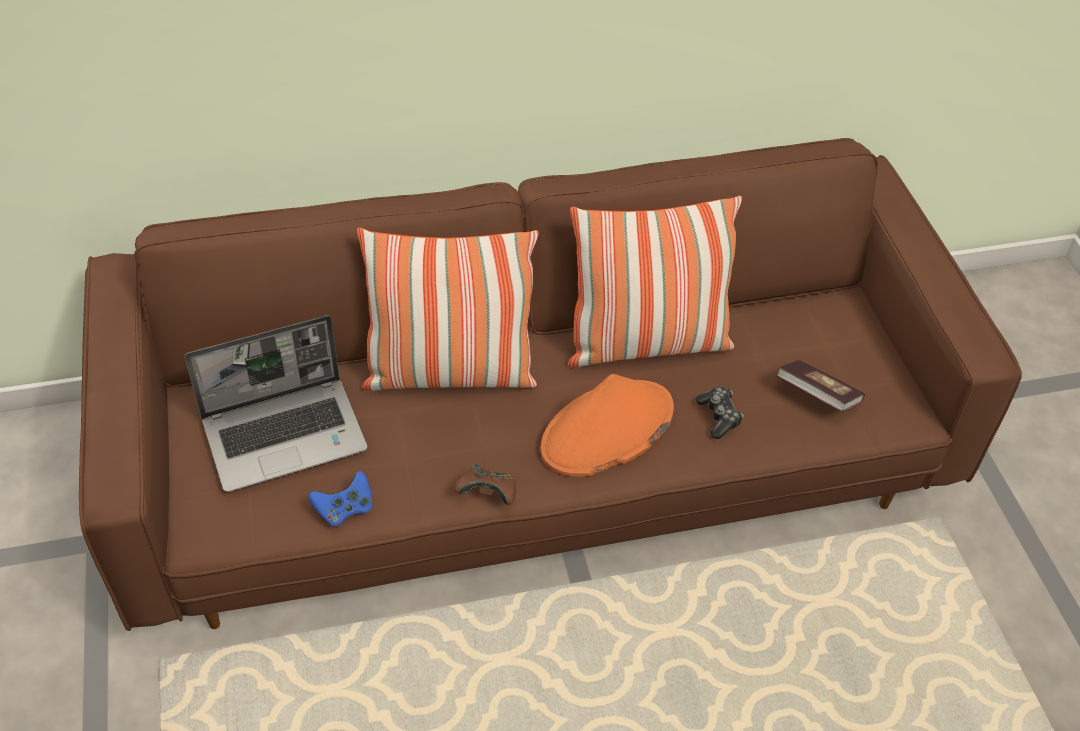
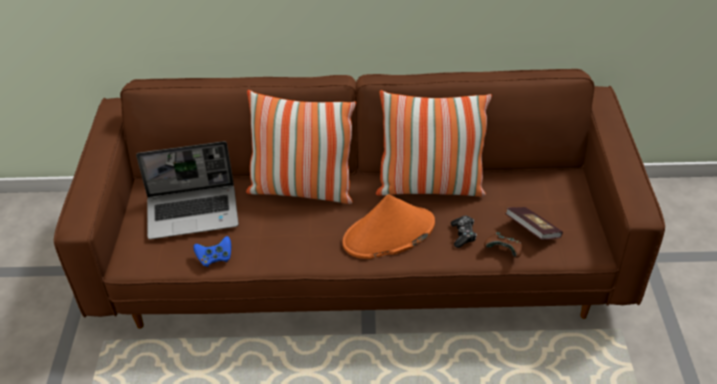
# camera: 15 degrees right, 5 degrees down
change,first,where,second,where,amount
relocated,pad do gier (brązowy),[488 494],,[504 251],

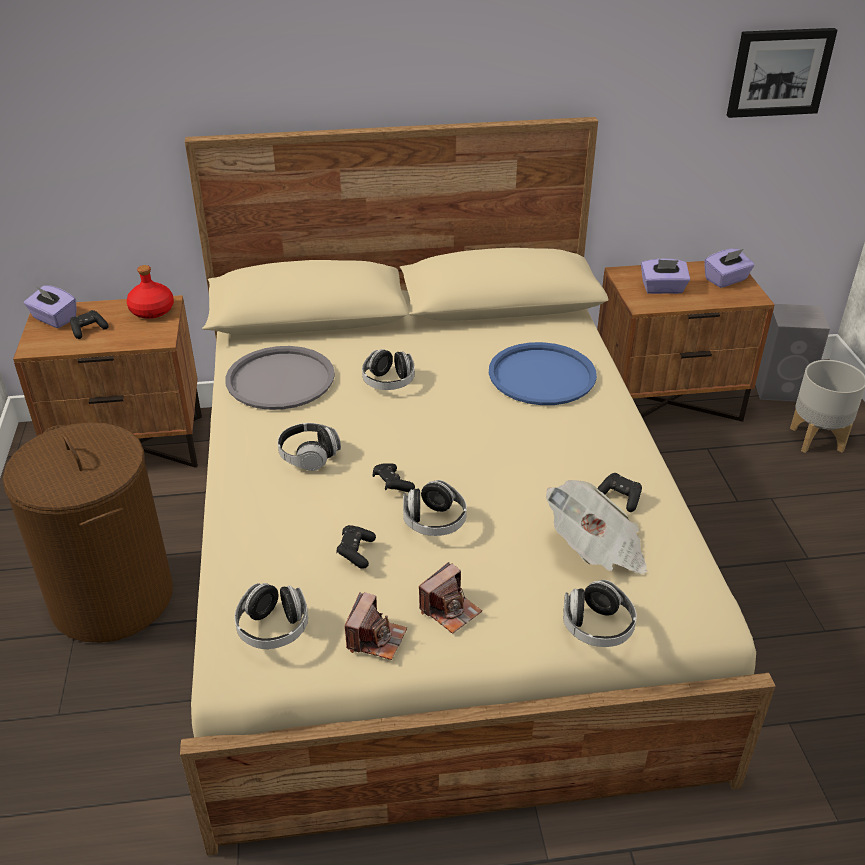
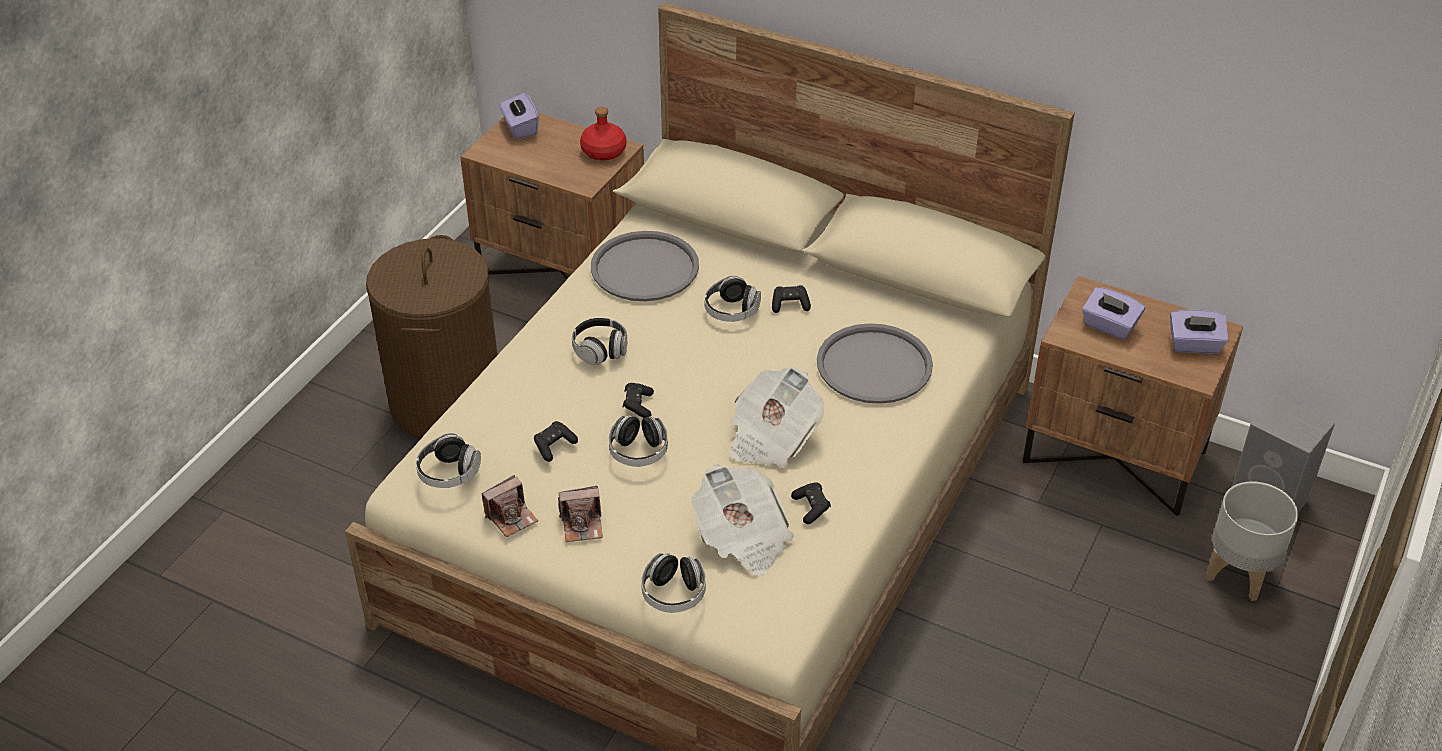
# camera: 35 degrees right, 5 degrees up
change,first,where,second,where,amount
relocated,pad do gier (czarny),[89 330],,[790 305],
colour,taca (niebieski),[542 375],taca (szary),[874 365],
missing,obraz,[779 72],,,
appeared,,,gazeta,[771 437],

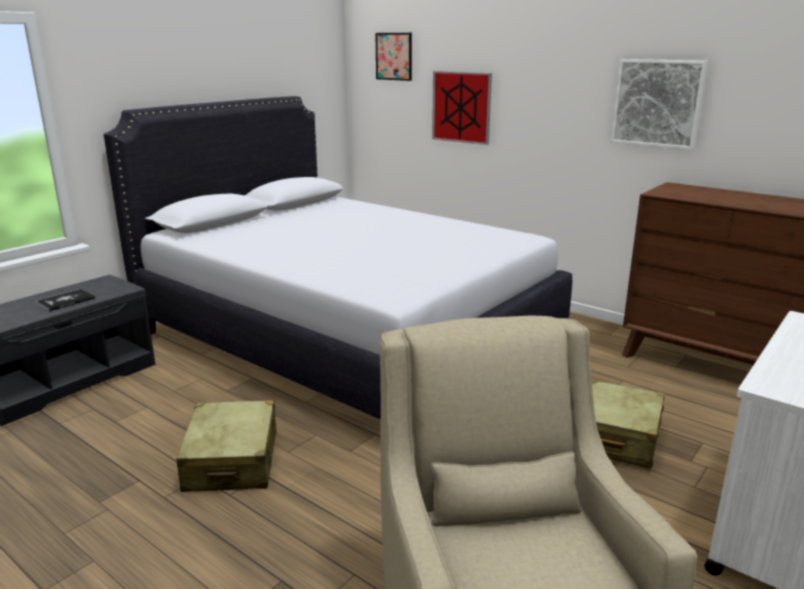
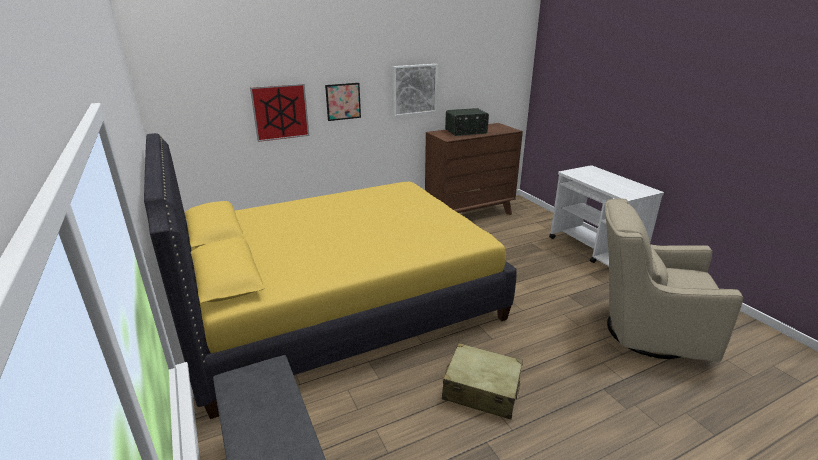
# camera: 65 degrees left, 5 degrees up
change,first,where,second,where,amount
missing,książka,[66 301],,,
colour,łóżko (biały),[346 337],łóżko (żółty),[340 305],
relocated,obraz,[394 56],,[343 101],
missing,walizka (beżowy),[615 438],,,
appeared,,,radio,[466 132],

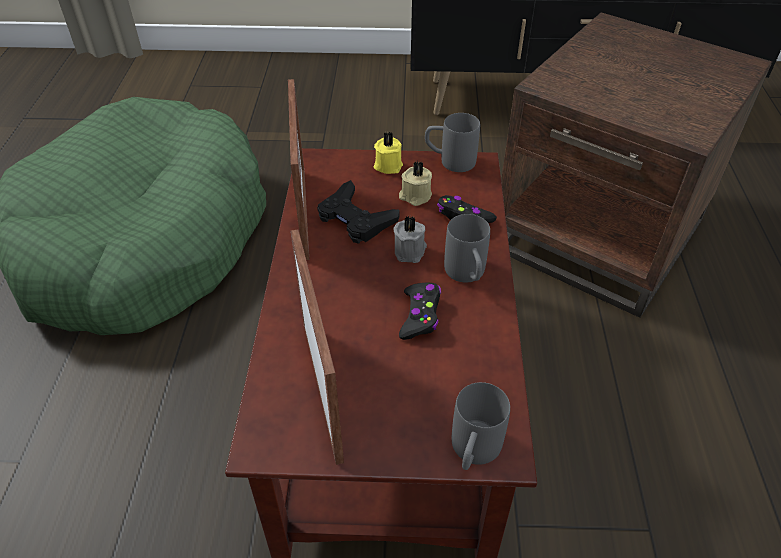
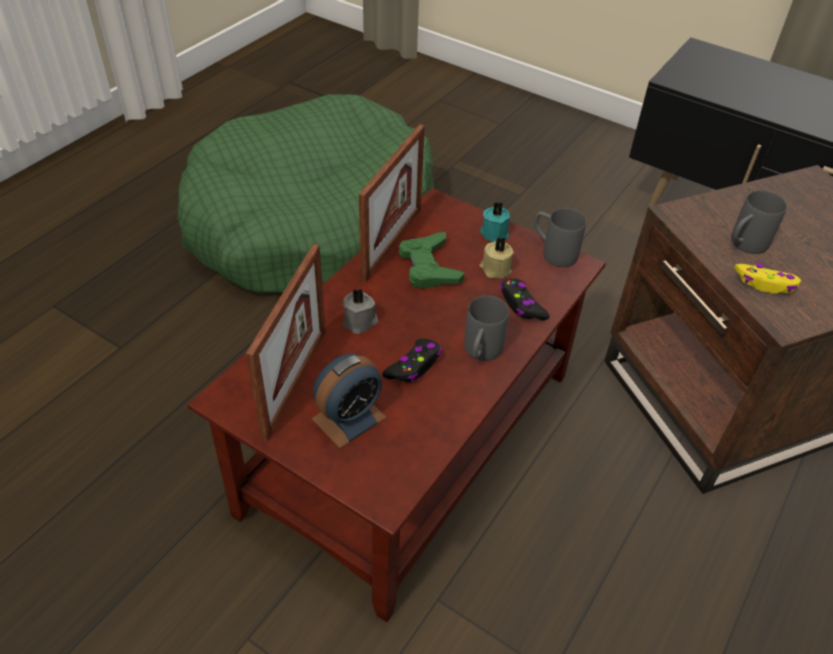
# camera: 30 degrees right, 0 degrees up
change,first,where,second,where,amount
colour,pad do gier (czarny),[355 219],pad do gier (zielony),[429 266],
colour,świeca (żółty),[387 165],świeca (turkusowy),[495 233],
relocated,świeca (szary),[411 251],,[360 322],
relocated,kubek (szary),[473 453],,[743 245],
appeared,,,budzik,[349 418],
appeared,,,pad do gier (żółty),[765 284],

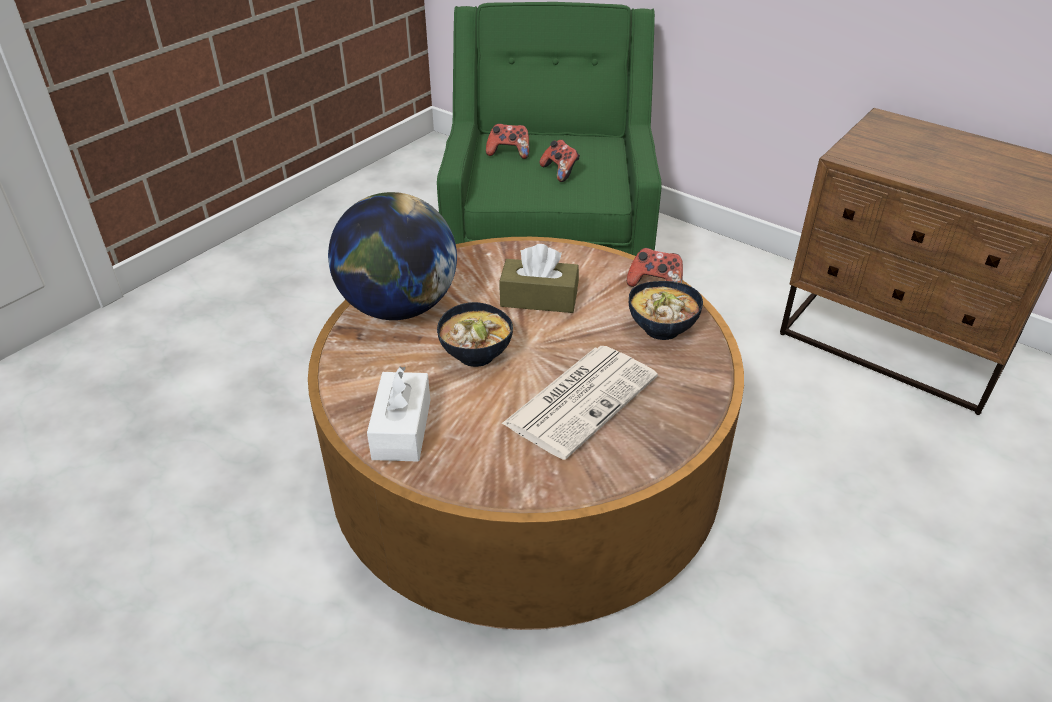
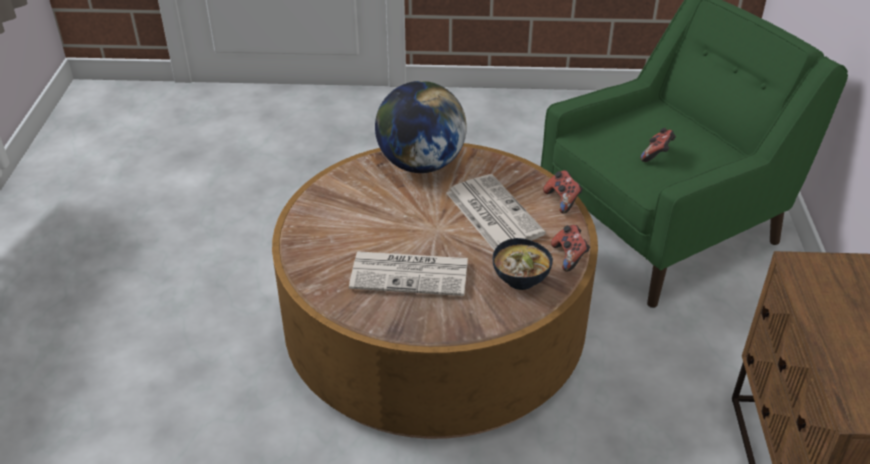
# camera: 55 degrees right, 0 degrees up
change,first,where,second,where,amount
missing,pudełko chusteczek (biały),[402 429],,,
missing,miska,[475 356],,,
relocated,pad do gier,[509 153],,[562 200],
exchanged,pudełko chusteczek (brązowy),[539 298],gazeta,[492 213],

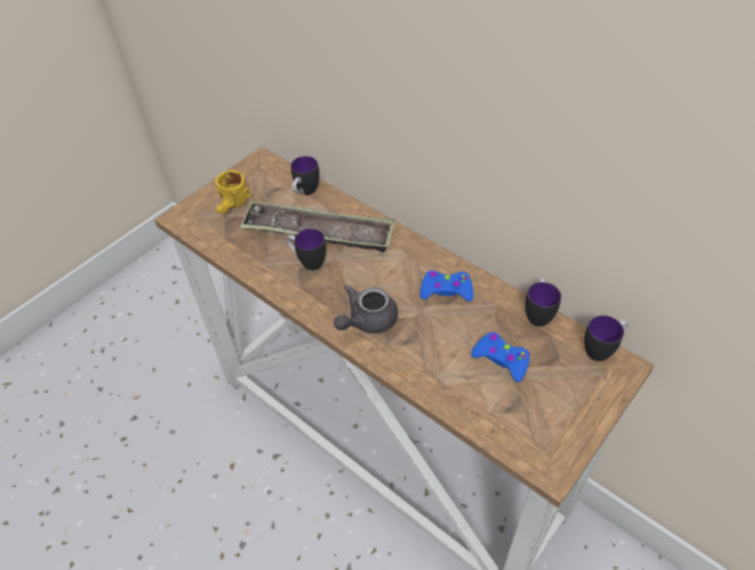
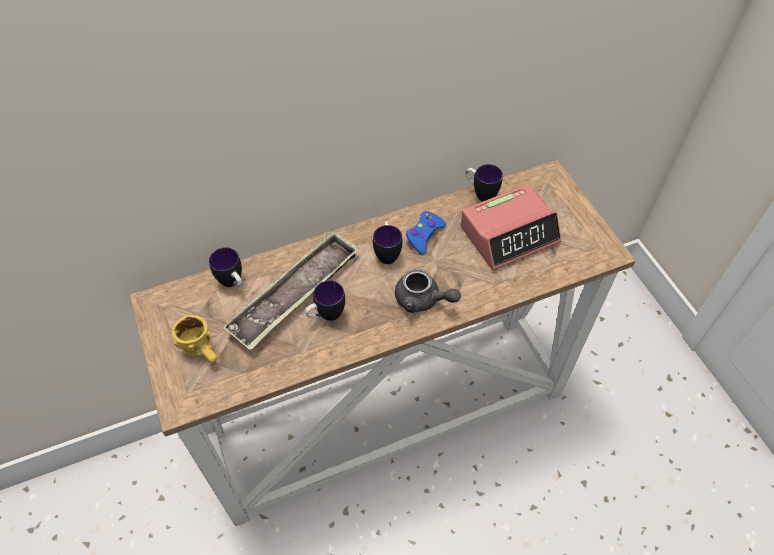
# camera: 65 degrees left, 5 degrees up
change,first,where,second,where,amount
spun,imbryk (szary),[367 321],,[422 300],45 degrees counterclockwise
exchanged,pad do gier (niebieski),[501 359],budzik,[509 234],
relocated,kubek,[602 349],,[387 252],

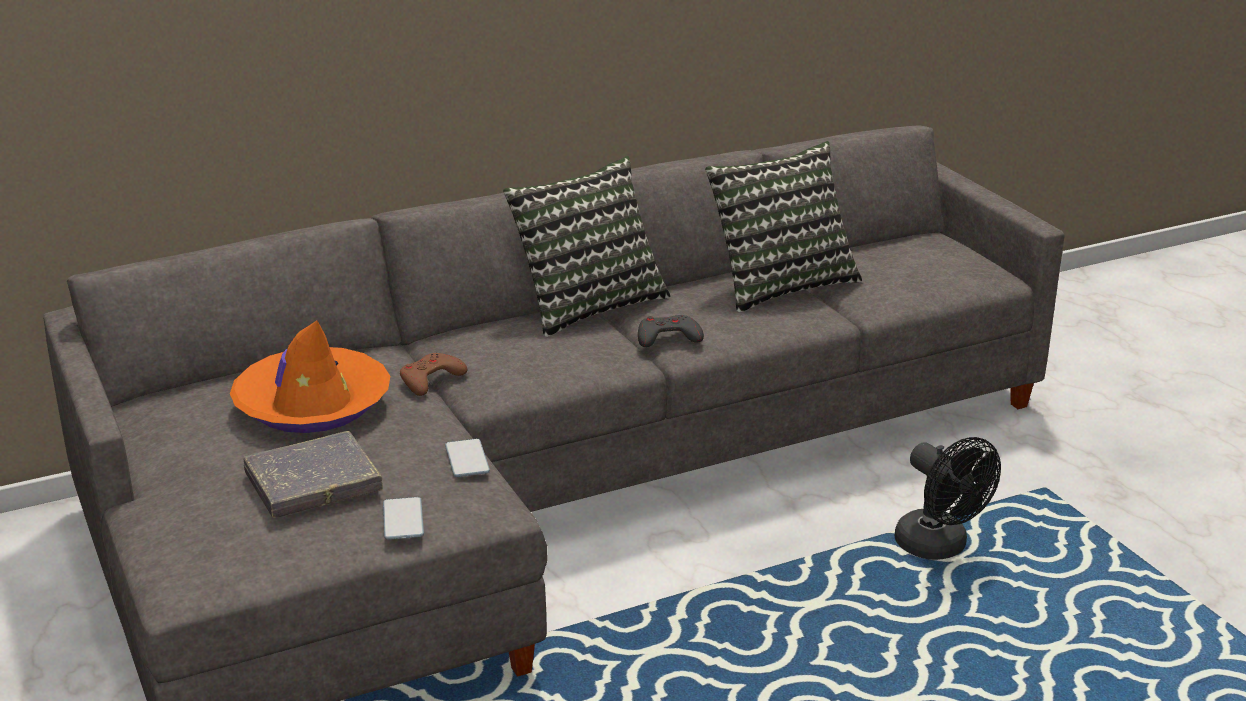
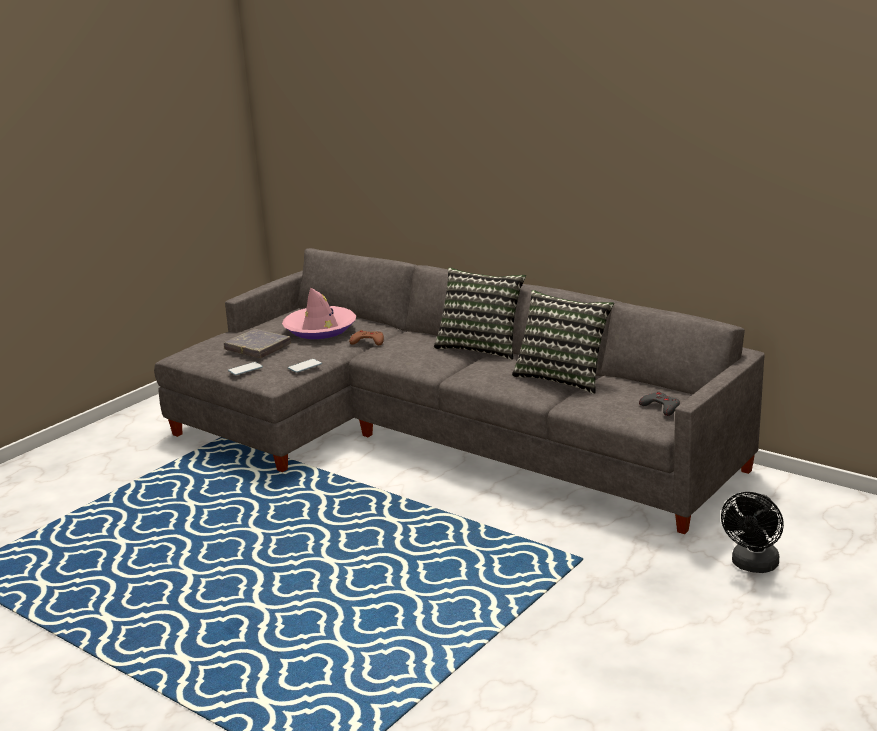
# camera: 65 degrees right, 5 degrees down
change,first,where,second,where,amount
colour,kapelusz (pomarańczowy),[312 404],kapelusz (różowy),[320 329],
relocated,pad do gier (szary),[668 337],,[661 407],
relocated,wentylator (czarny),[939 548],,[753 566],

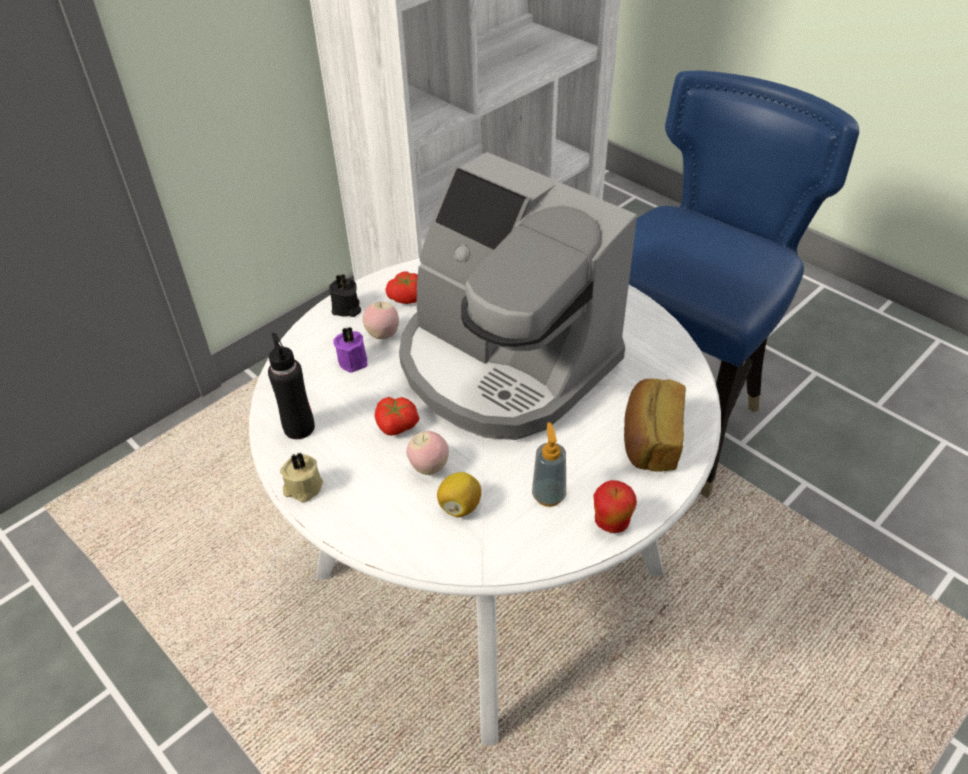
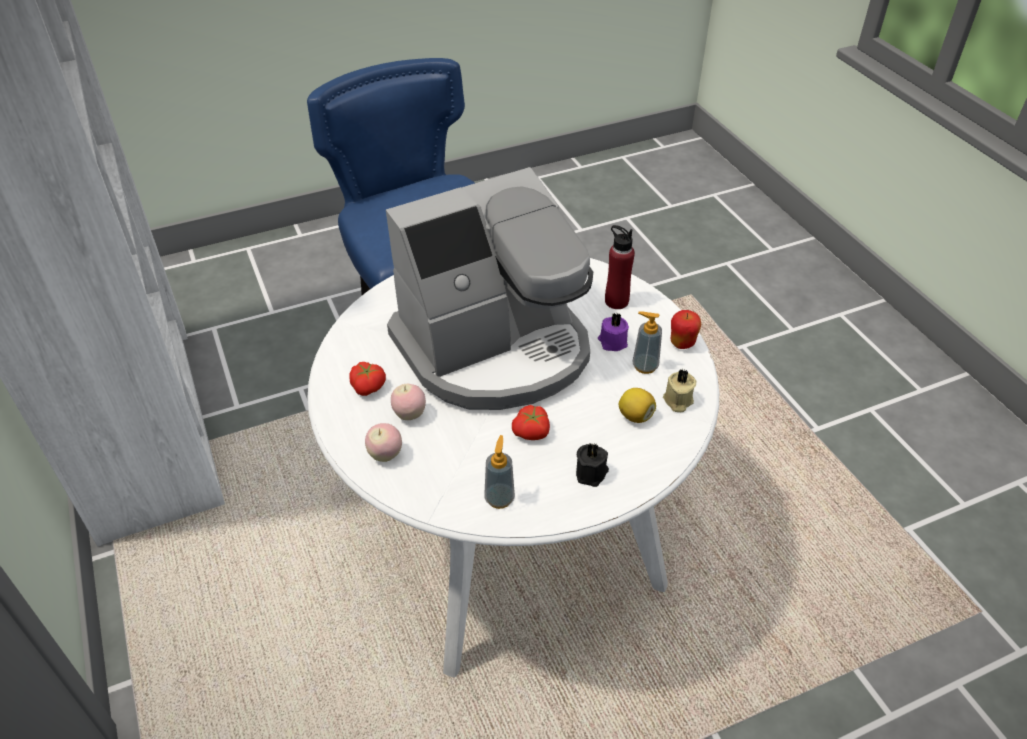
# camera: 70 degrees left, 0 degrees up
change,first,where,second,where,amount
exchanged,butelka (czarny),[299 427],dozownik mydła,[499 498],
relocated,świeca (beżowy),[303 488],,[677 401],
relocated,świeca (czarny),[346 309],,[592 473],
relocated,świeca (fioletowy),[354 360],,[612 342],
relocated,jabłko,[429 467],,[385 455],
exchanged,chleb,[650 440],butelka (czerwony),[616 301],

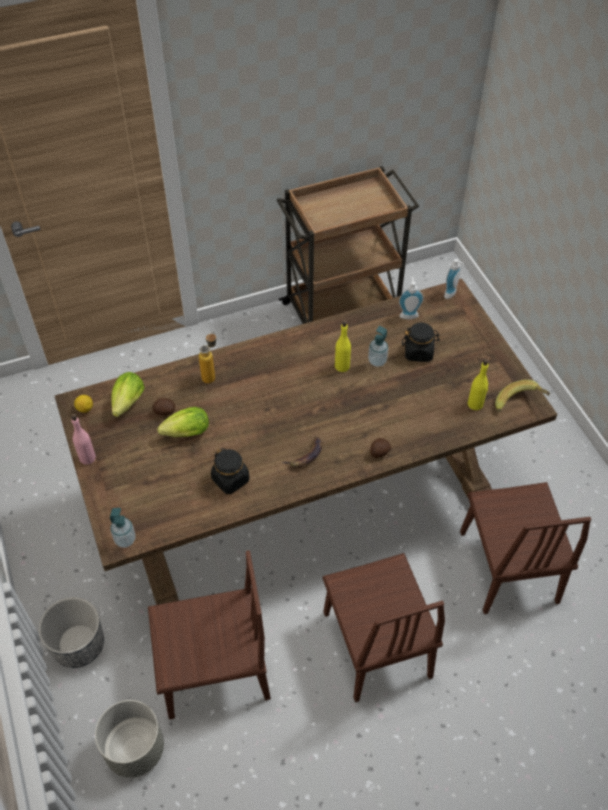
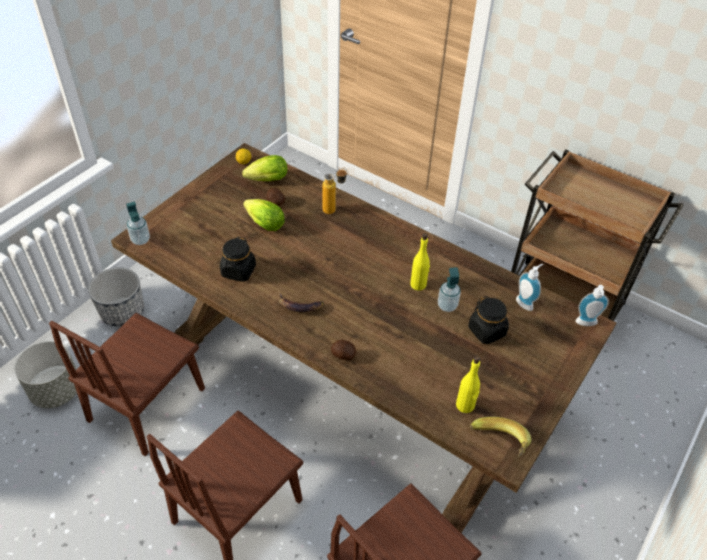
# camera: 55 degrees right, 5 degrees down
change,first,where,second,where,amount
missing,butelka (różowy),[87 457],,,
spun,krzesło (brązowy),[214 669],,[147 404],75 degrees clockwise

